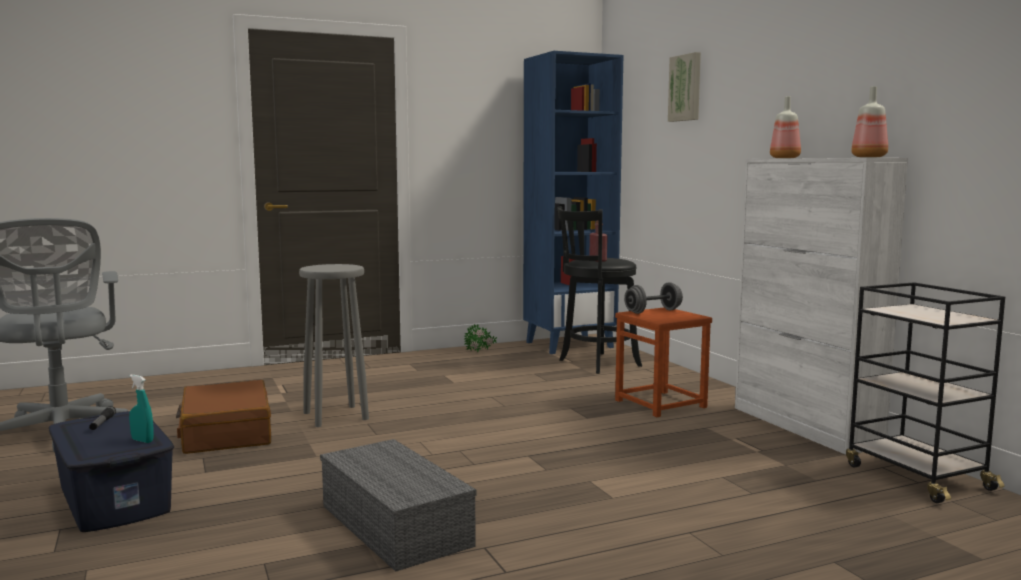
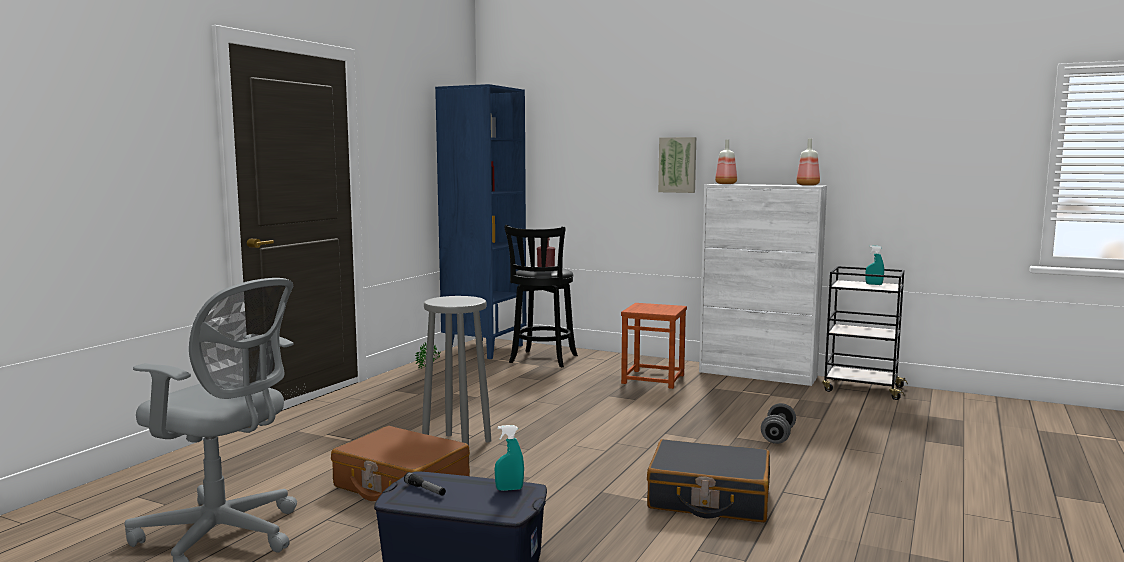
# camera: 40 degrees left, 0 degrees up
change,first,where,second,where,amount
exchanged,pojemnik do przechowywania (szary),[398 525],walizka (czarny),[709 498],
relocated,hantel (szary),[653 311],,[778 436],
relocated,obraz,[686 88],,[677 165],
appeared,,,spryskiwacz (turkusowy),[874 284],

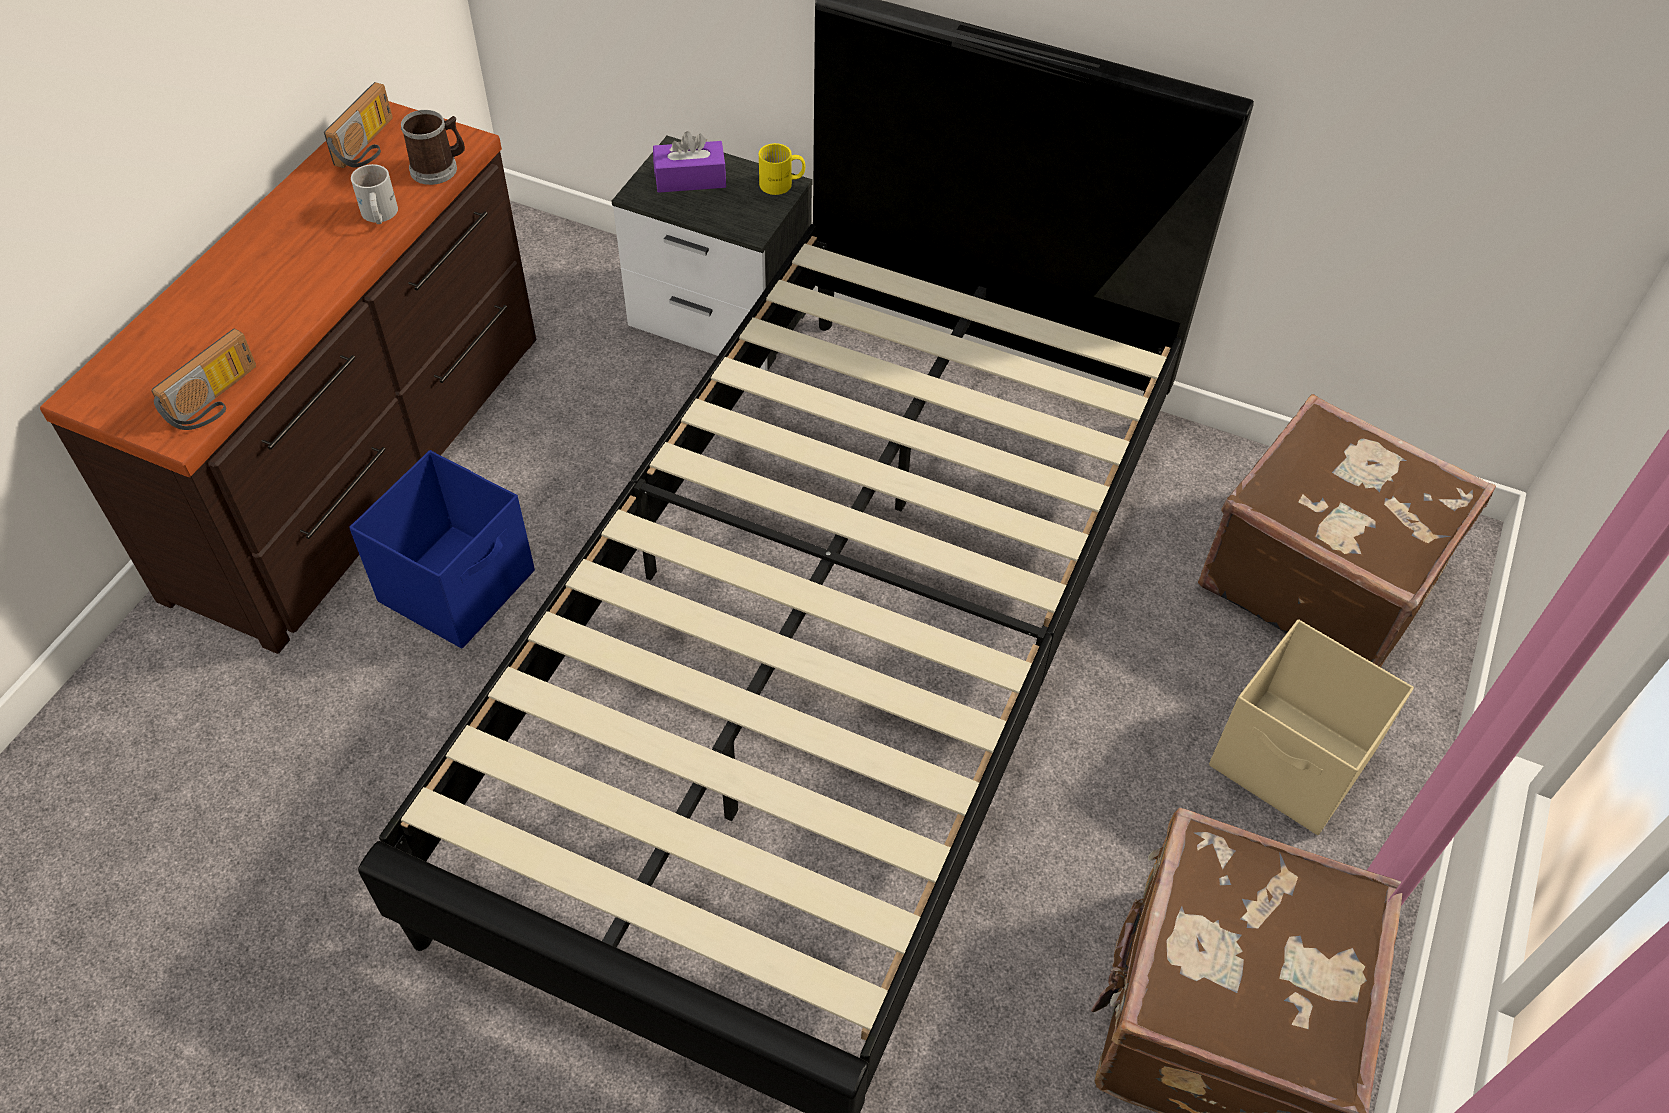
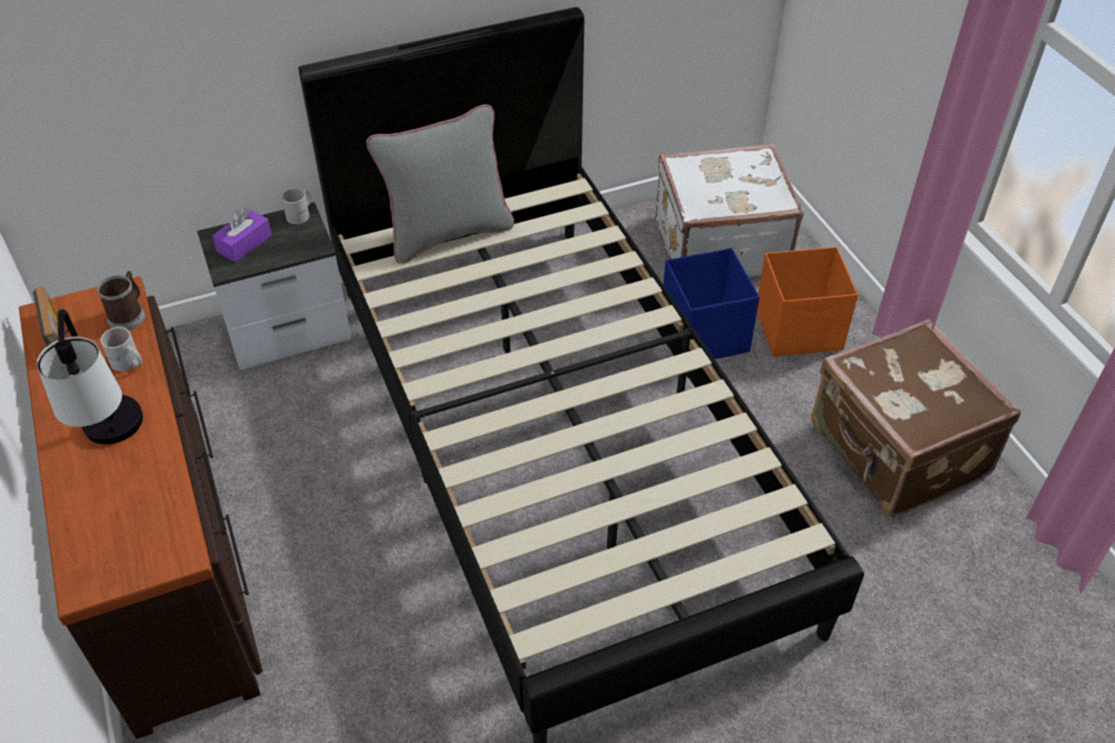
# camera: 45 degrees left, 5 degrees down
change,first,where,second,where,amount
missing,radio,[216 401],,,
relocated,pojemnik do przechowywania (niebieski),[459 586],,[704 333],
colour,kubek (żółty),[782 184],kubek (biały),[301 214],
colour,walizka (brązowy),[1320 577],walizka (biały),[718 245],
colour,pojemnik do przechowywania (beżowy),[1291 763],pojemnik do przechowywania (pomarańczowy),[800 330],
appeared,,,lampa stołowa,[116 443],
appeared,,,poduszka (szary),[448 233],

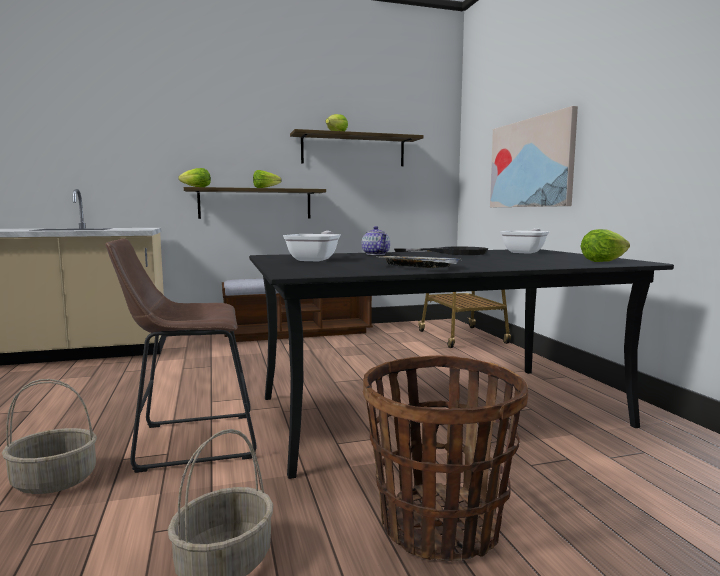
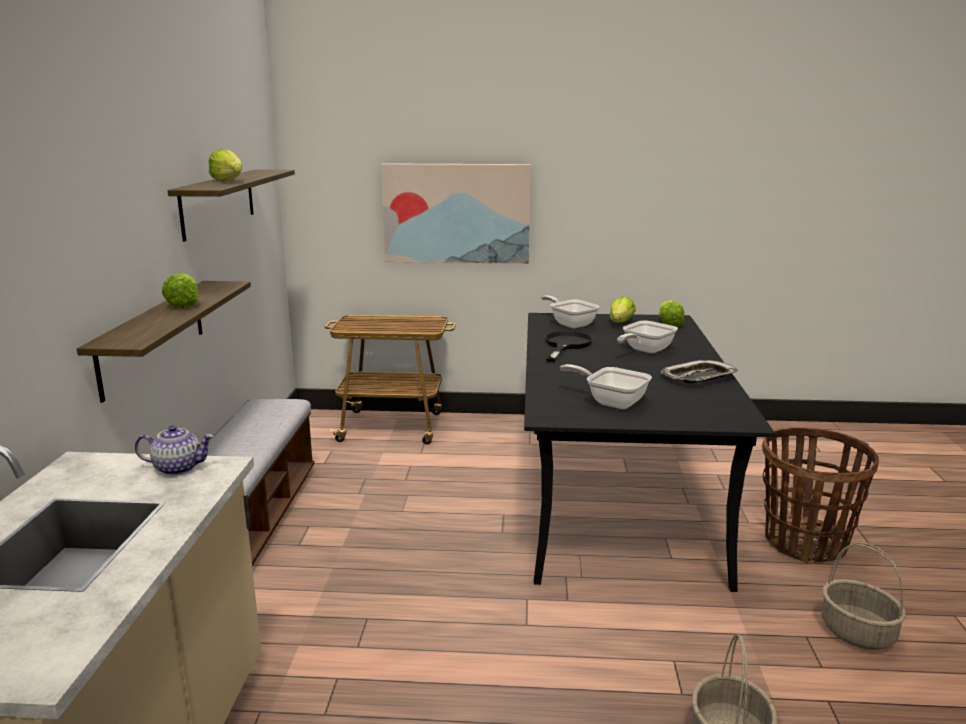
# camera: 70 degrees left, 10 degrees up
change,first,where,second,where,amount
missing,stołek (brązowy),[188 441],,,
relocated,sałata,[196 187],,[621 323],
relocated,imbryk,[376 254],,[177 468],
appeared,,,patelnia,[644 350],

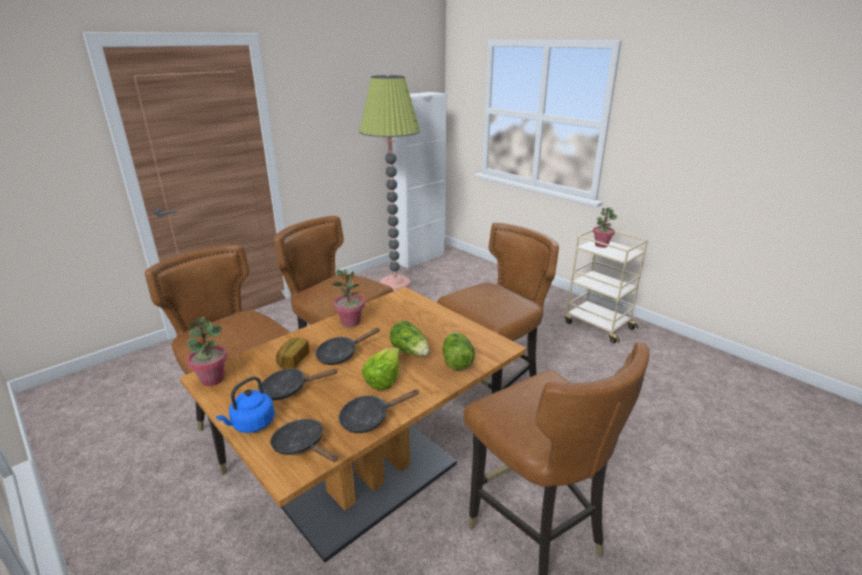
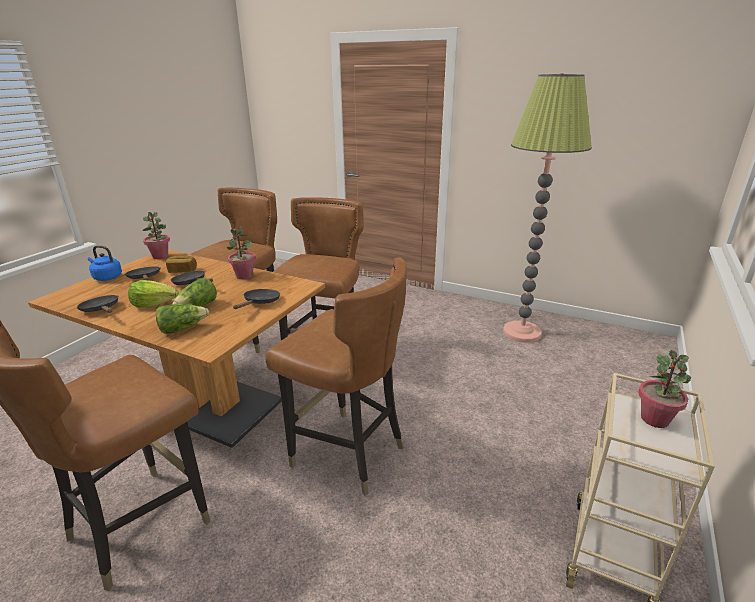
# camera: 70 degrees right, 0 degrees up
change,first,where,second,where,amount
relocated,patelnia (czarny),[302 446],,[260 302],
missing,szafka (biały),[419 258],,,

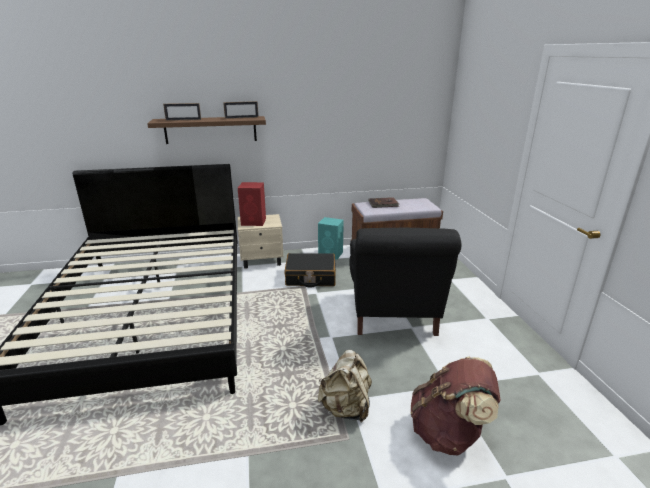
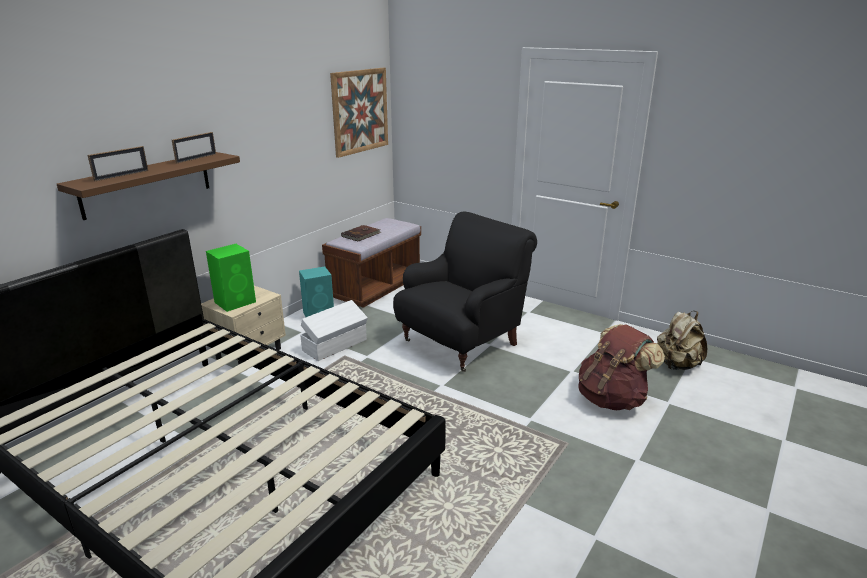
# camera: 45 degrees left, 0 degrees up
change,first,where,second,where,amount
colour,głośnik (czerwony),[254 222],głośnik (zielony),[236 302],
exchanged,walizka (czarny),[310 277],pojemnik do przechowywania (biały),[336 345],
relocated,plecak (beżowy),[346 408],,[677 365],
spun,fotel (czarny),[393 315],,[462 342],90 degrees counterclockwise
appeared,,,obraz,[360 111],

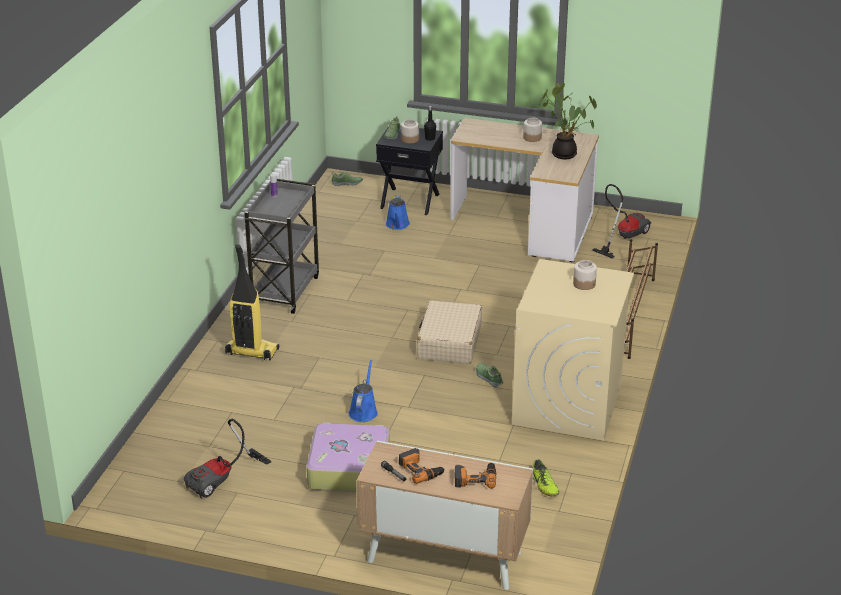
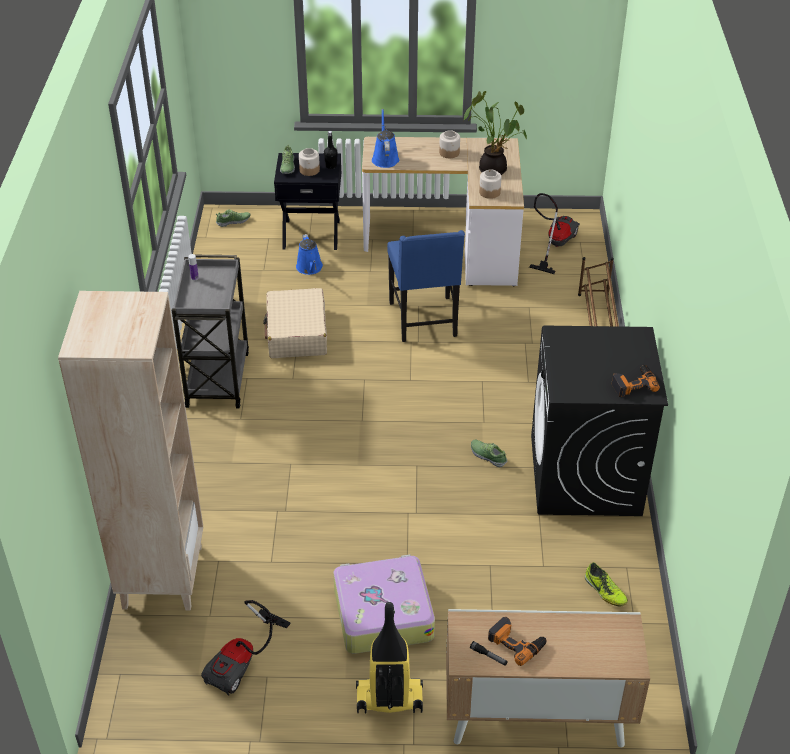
# camera: 15 degrees left, 10 degrees up
change,first,where,second,where,amount
relocated,odkurzacz,[251 352],,[388 700],
relocated,konewka (niebieski),[363 411],,[385 158],
relocated,walizka (beżowy),[449 342],,[297 333],
relocated,wiertarka,[475 478],,[633 384],
colour,pralka (beżowy),[567 404],pralka (czarny),[585 475],
relocated,słoik,[584 284],,[489 192],
appeared,,,regał (beżowy),[162 576],
appeared,,,krzesło (niebieski),[424 320],

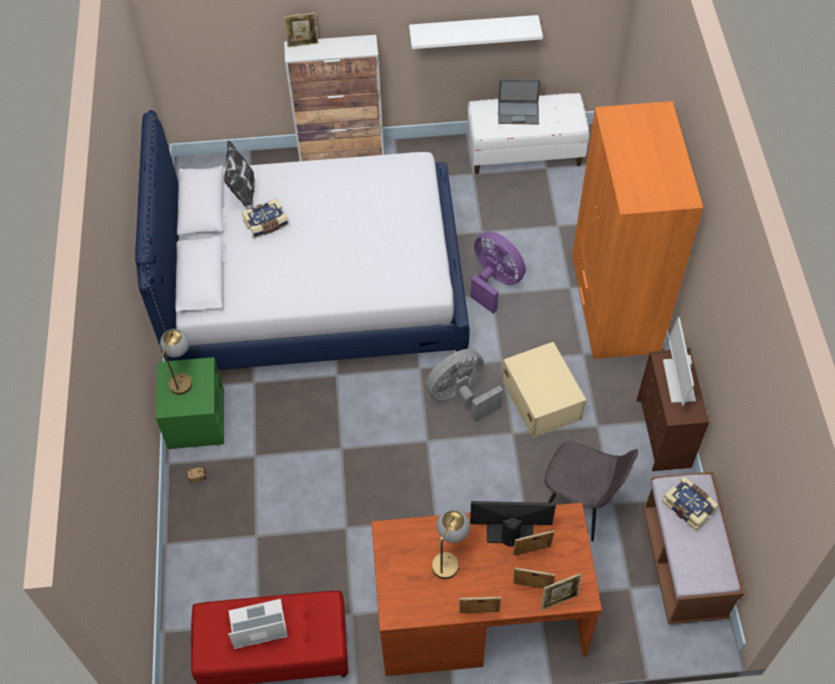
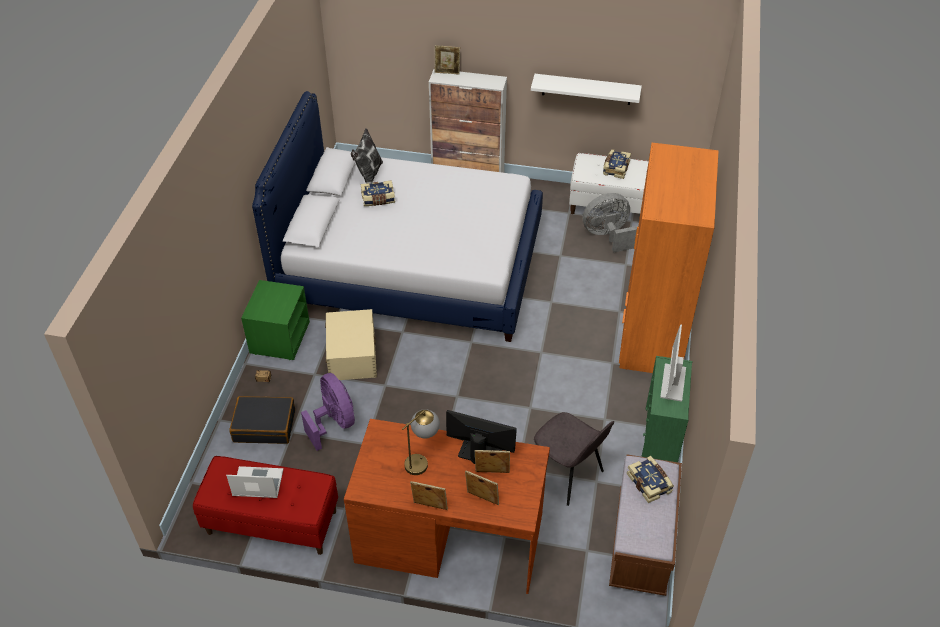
# camera: 15 degrees right, 10 degrees down
change,first,where,second,where,amount
missing,lampa stołowa,[182 377],,,
relocated,wentylator (szary),[461 396],,[608 236],
relocated,wentylator (fioletowy),[494 282],,[334 423],
exchanged,laptop,[519 113],książka,[615 168],
relocated,pojemnik do przechowywania (beżowy),[541 398],,[352 354],
missing,ramka na zdjęcie,[559 600],,,
colour,komoda (brązowy),[663 434],komoda (zielony),[660 439],
appeared,,,walizka (czarny),[264 425],

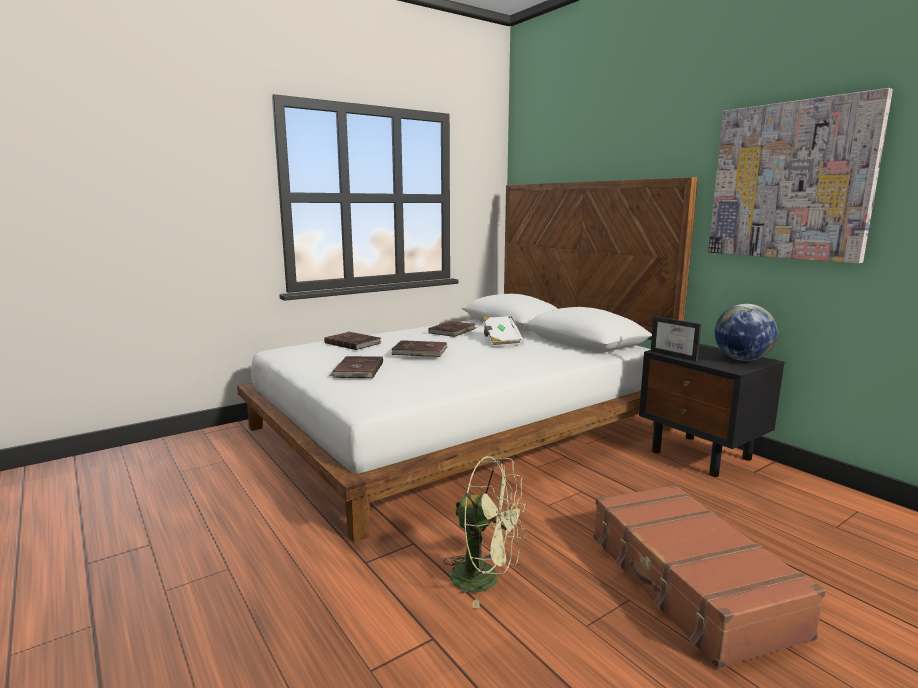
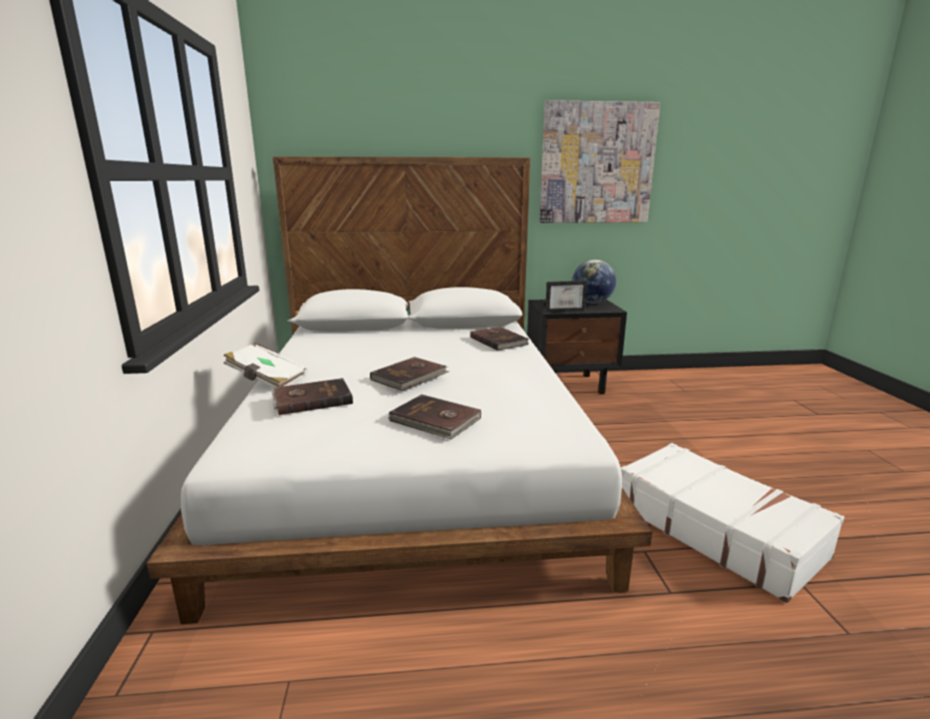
# camera: 60 degrees left, 5 degrees up
change,first,where,second,where,amount
relocated,książka (brązowy),[453 331],,[499 340],
exchanged,wentylator (zielony),[486 579],walizka (biały),[716 529],
relocated,książka (biały),[501 341],,[267 380],
missing,walizka (brązowy),[688 584],,,

